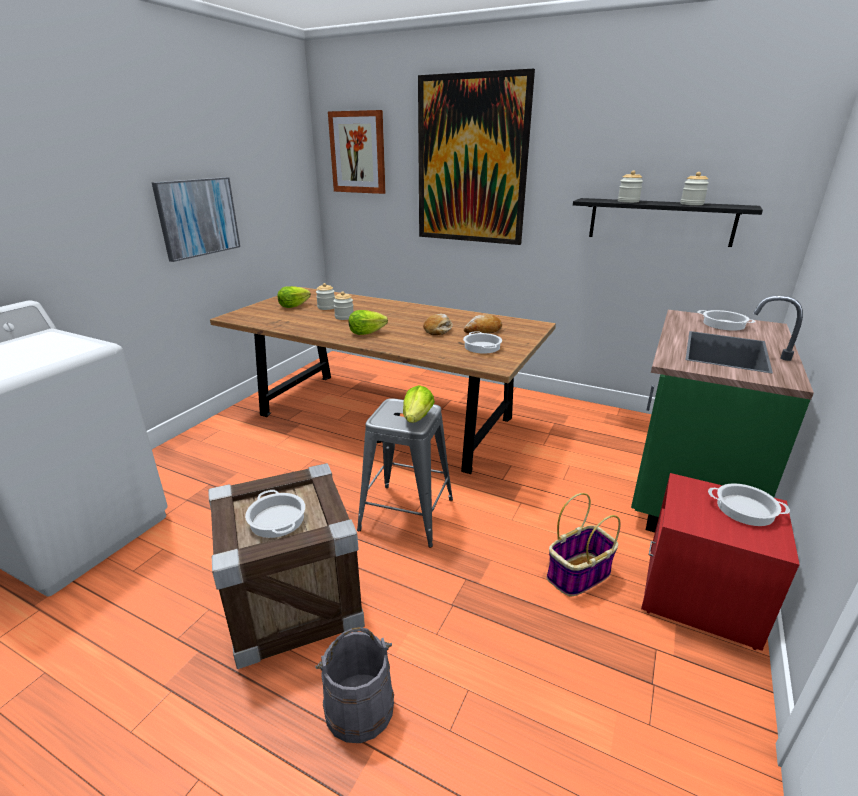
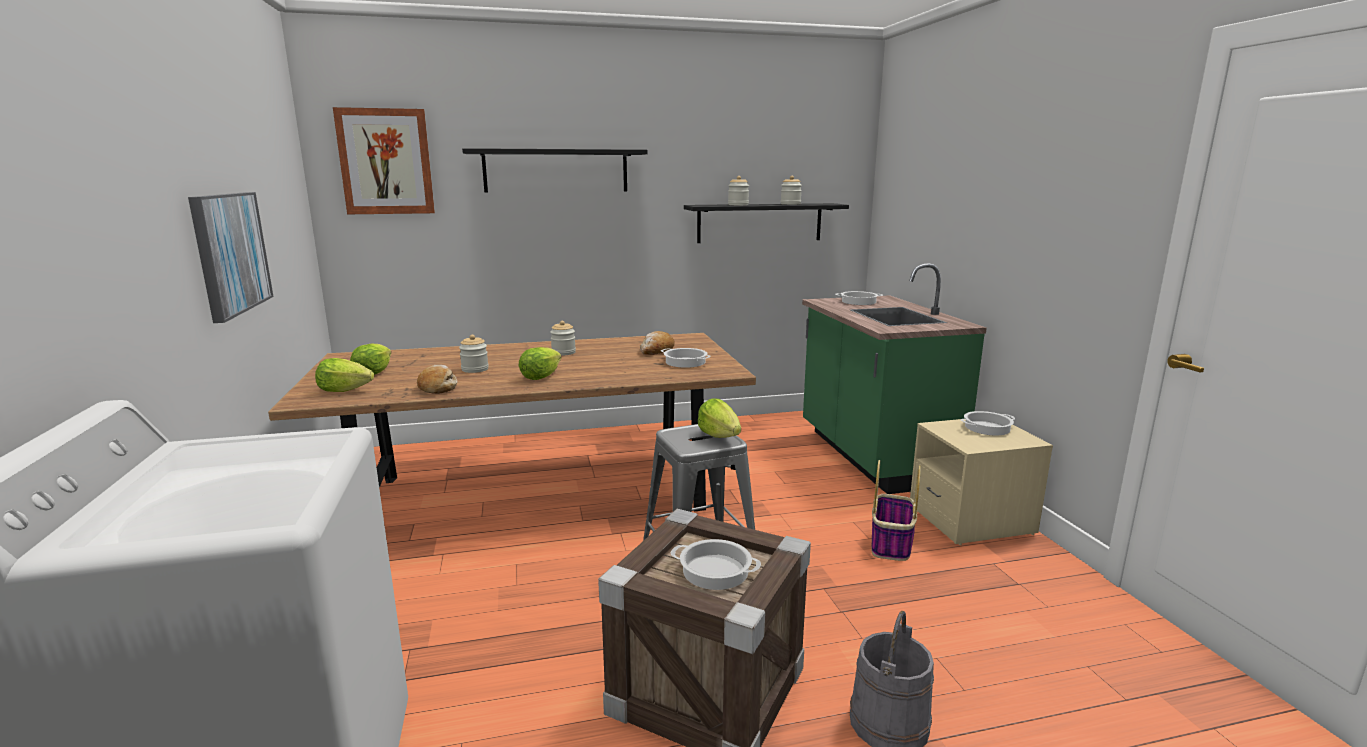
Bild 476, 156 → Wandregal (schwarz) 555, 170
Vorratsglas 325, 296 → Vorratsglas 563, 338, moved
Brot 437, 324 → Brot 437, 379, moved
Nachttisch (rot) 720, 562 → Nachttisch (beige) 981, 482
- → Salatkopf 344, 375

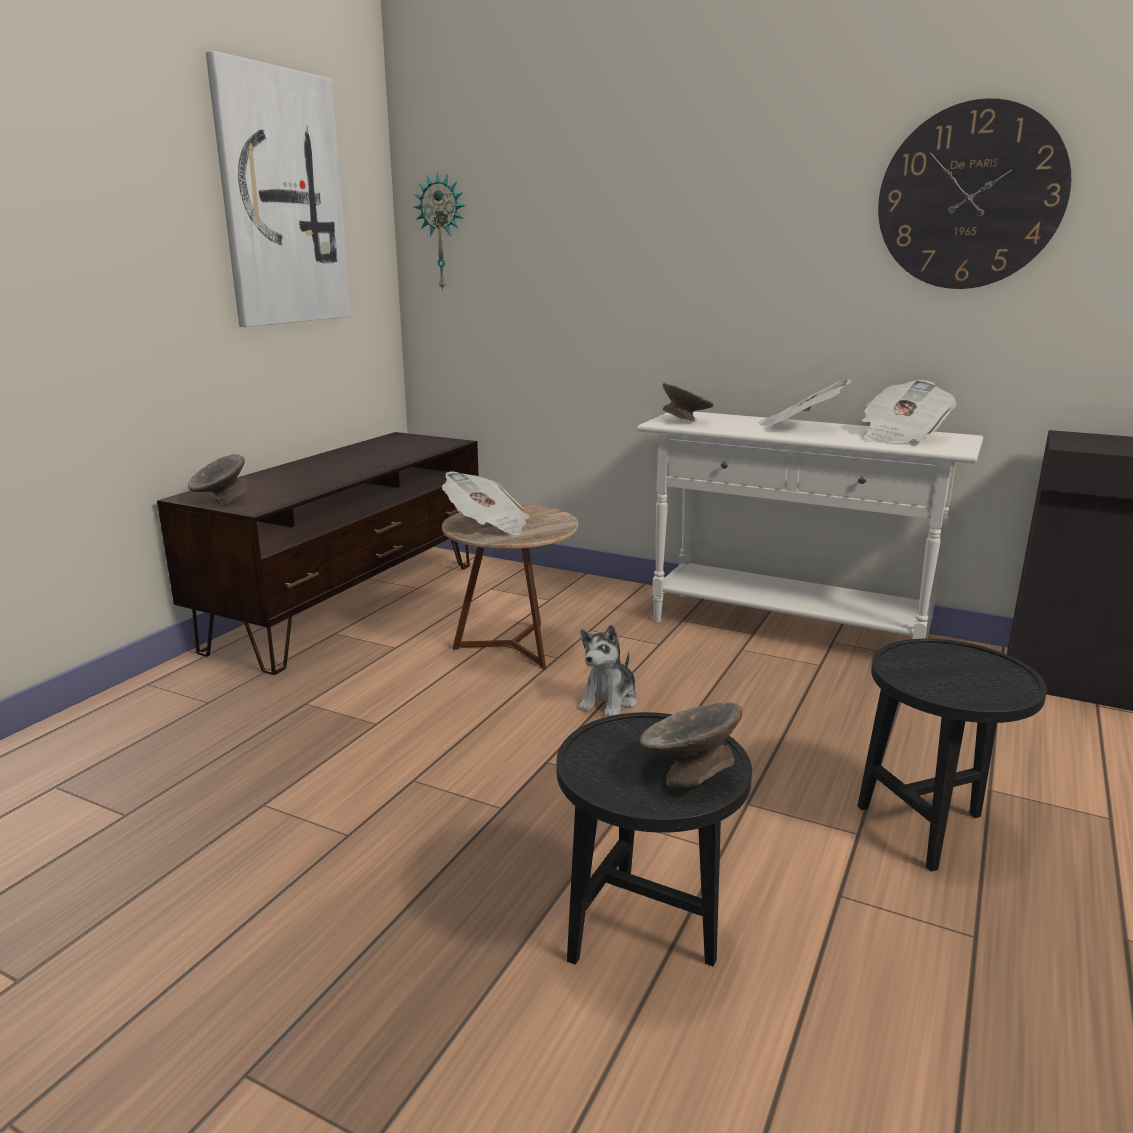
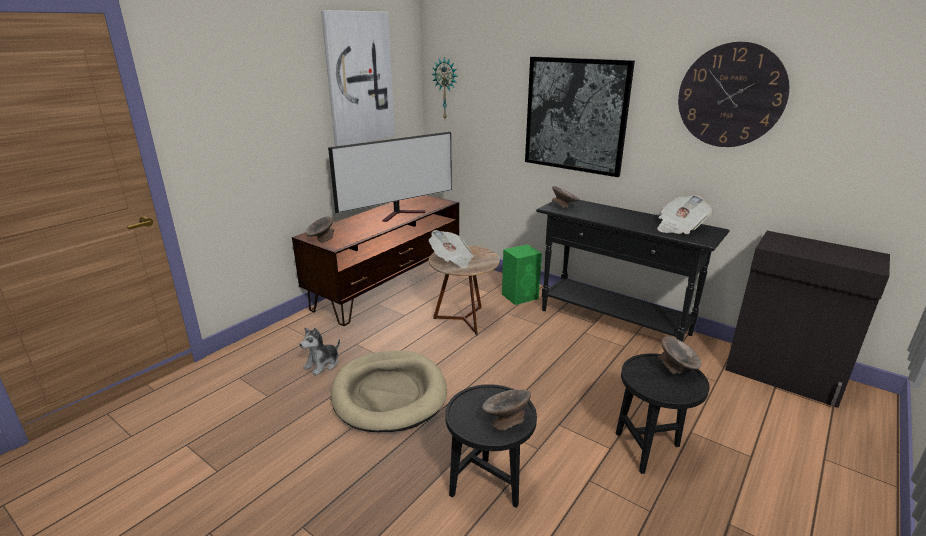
Zeitung 805, 403 → -
Konsolentisch (weiß) 810, 525 → Konsolentisch (schwarz) 632, 271
Plüschtier 608, 671 → Plüschtier 320, 351, moved
- → Bild 580, 117
- → Fernseher 390, 177
- → Lautsprecher (grün) 522, 274
- → Schüssel (grau) 679, 355
- → Hundebett (beige) 389, 391

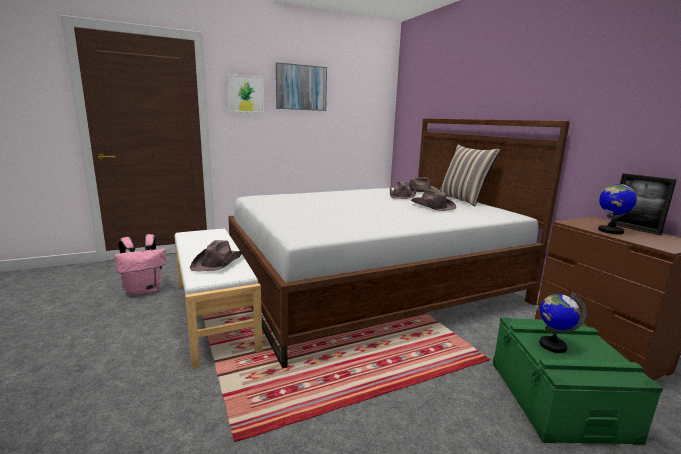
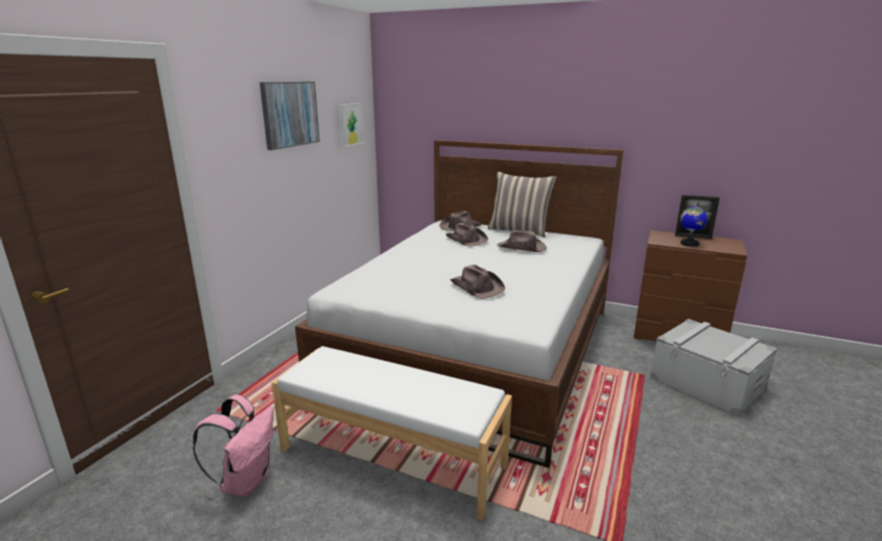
Bild 245, 93 → Bild 351, 125, moved
Hut (braun) 217, 255 → Hut (braun) 477, 282, moved
Globus 563, 323 → -
Aufbewahrungsbox (grün) 578, 381 → Aufbewahrungsbox (grau) 713, 368

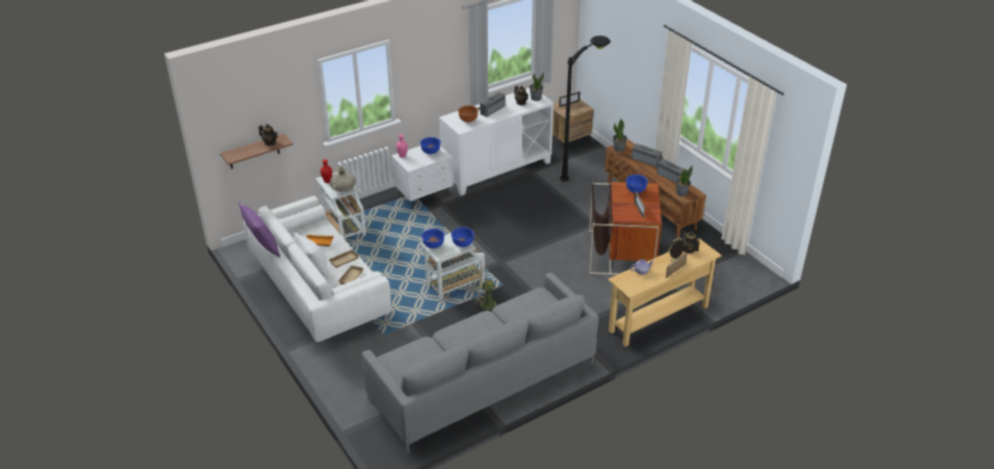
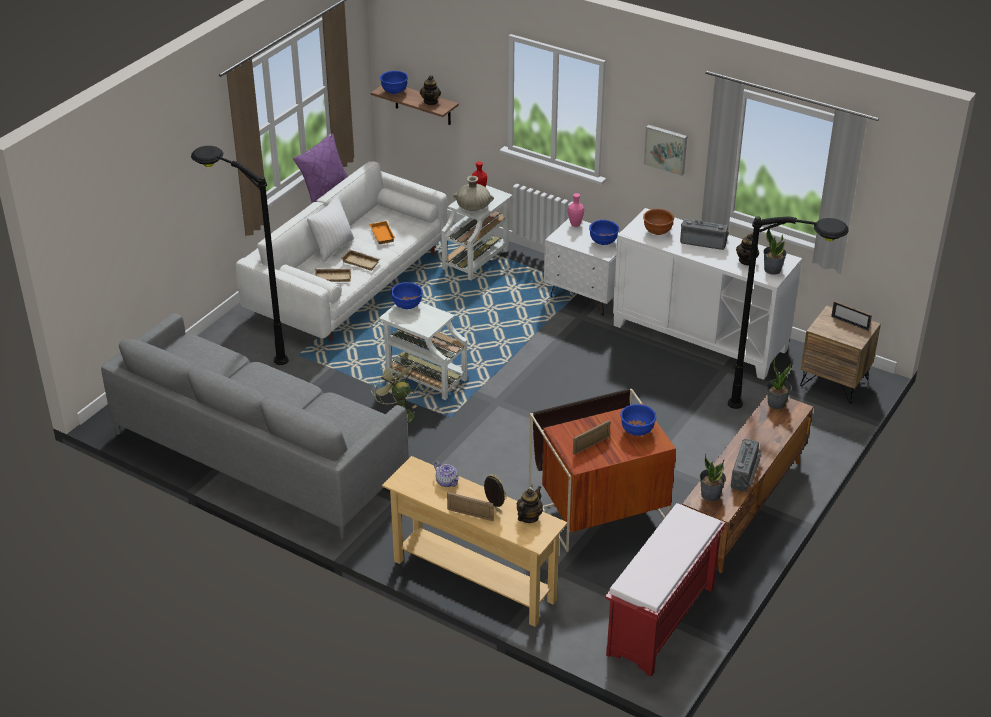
Radio 647, 155 → -
Schüssel (blau) 462, 237 → Schüssel (blau) 394, 82, moved
- → Bild 665, 150
- → Stehlampe (schwarz) 240, 255
- → Bank (rot) 665, 590

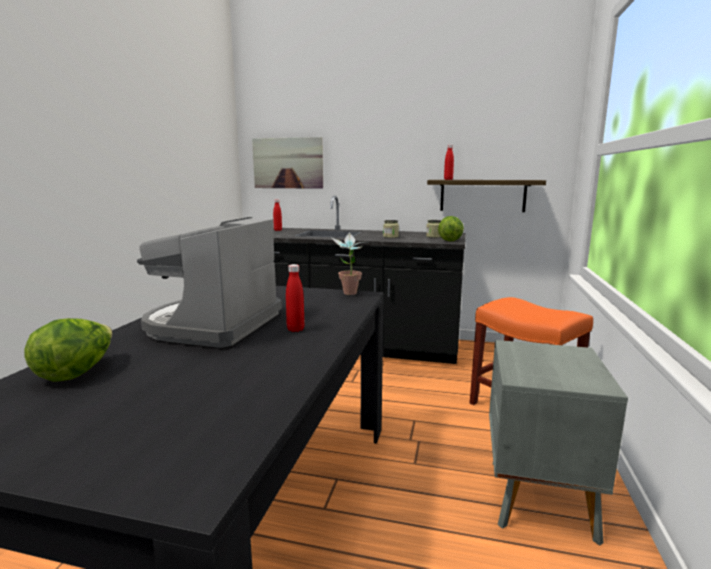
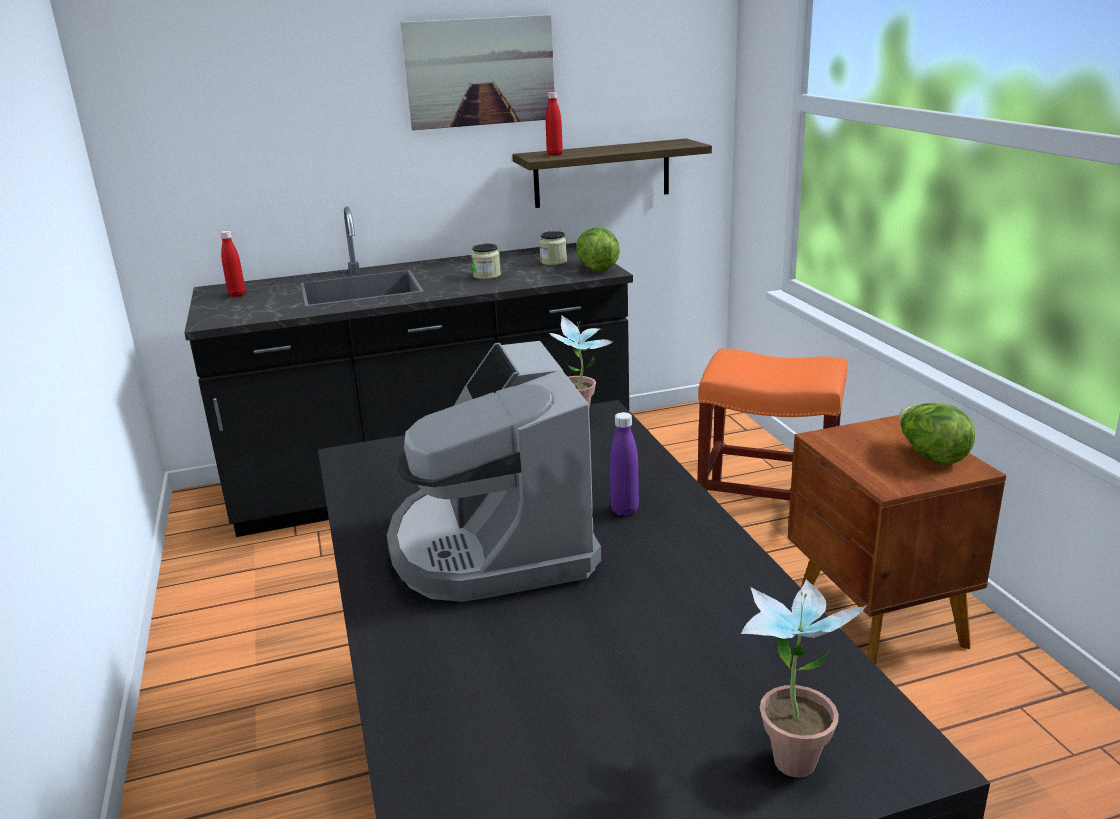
Bild 287, 163 → Bild 478, 72, moved
Flasche (rot) 295, 298 → Flasche (lila) 624, 464
Salatkopf 68, 350 → Salatkopf 937, 434, moved
Nachttisch (grau) 558, 443 → Nachttisch (braun) 897, 540
- → Topfpflanze 804, 678

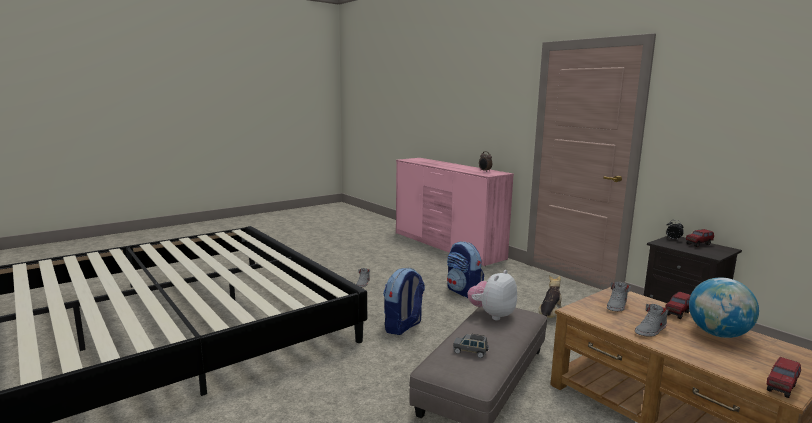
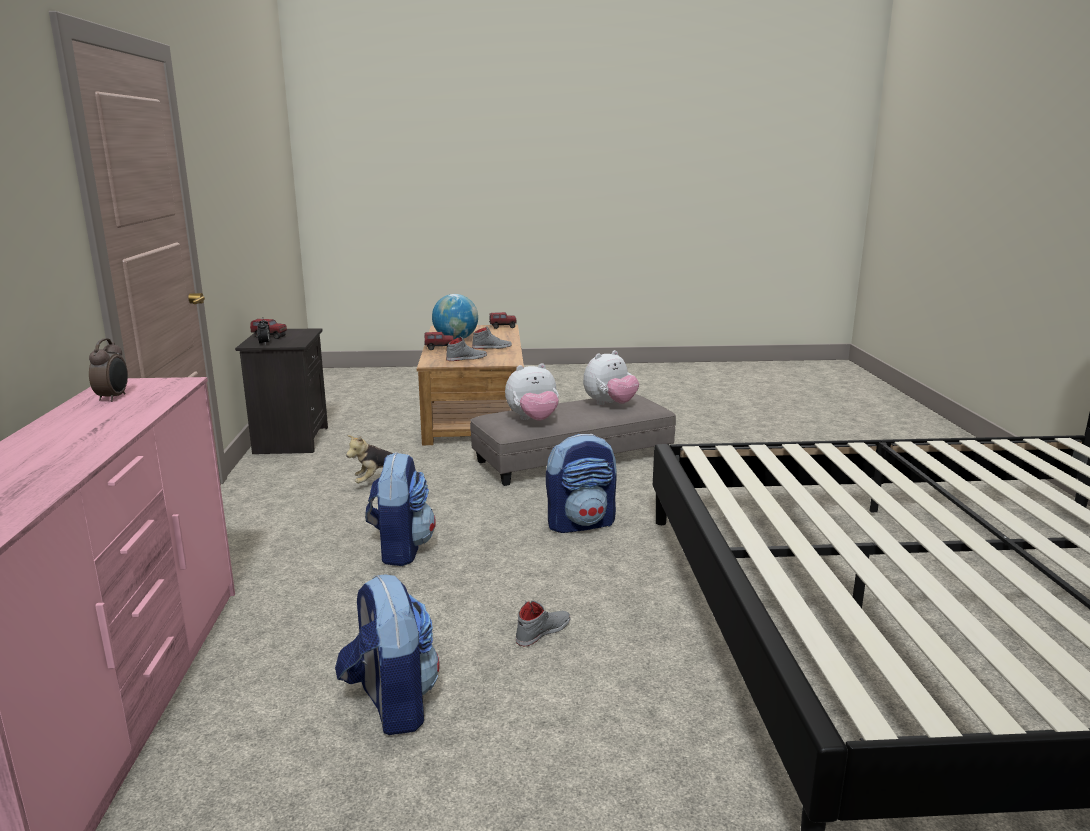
Spielzeugauto (grau) 471, 346 → Plüschtier 611, 377
- → Rucksack 387, 654

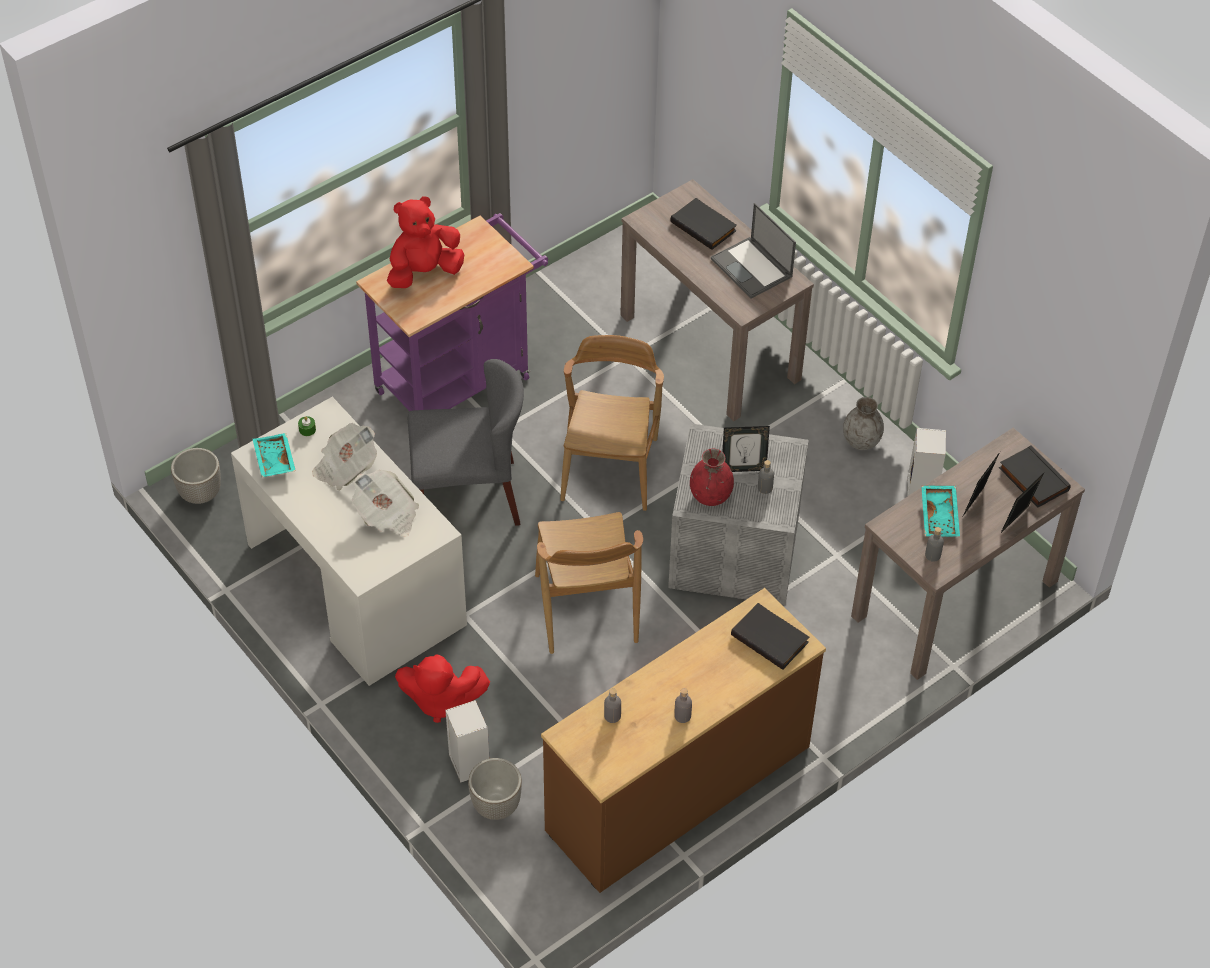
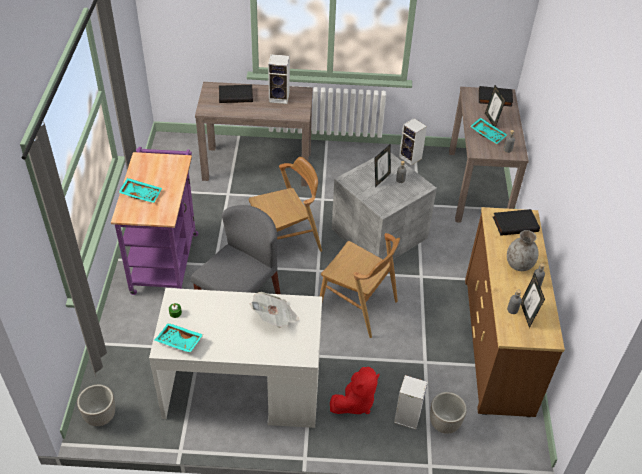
Plüschtier (rot) 426, 242 → Tablett (türkis) 140, 190
Laptop 753, 251 → Lautsprecher 279, 79
Stuhl (braun) 612, 423 → Stuhl (braun) 285, 204, 105 degrees clockwise
Vase (grau) 863, 423 → Vase (grau) 523, 250, moved
Zeitung 344, 457 → -
Vase (rot) 712, 477 → -
Bilderrahmen 1022, 503 → Bilderrahmen 533, 301, moved

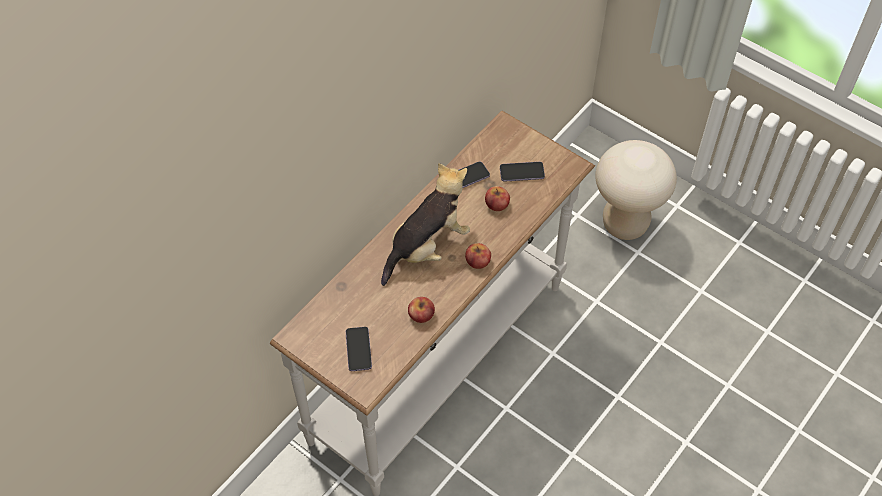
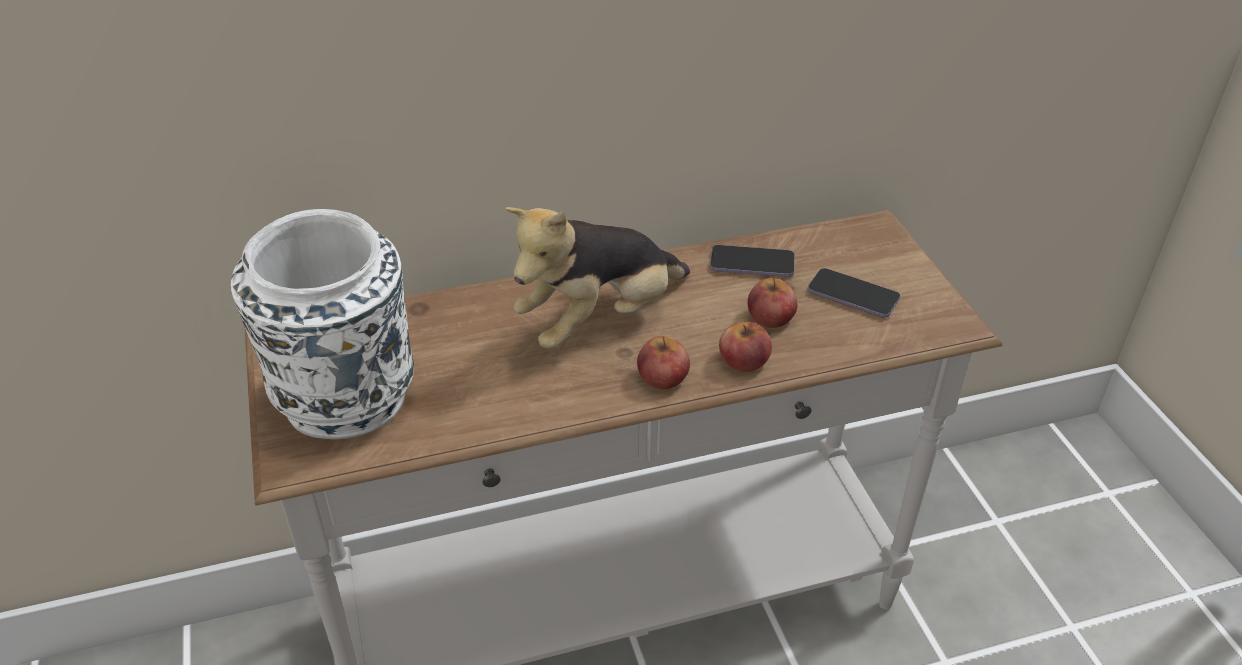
Hocker (beige) 636, 190 → -
Plüschtier 425, 224 → Plüschtier 597, 278, 150 degrees clockwise
Apfel 421, 310 → Apfel 745, 347, moved
Handy 359, 349 → Vase (weiß) 322, 324

